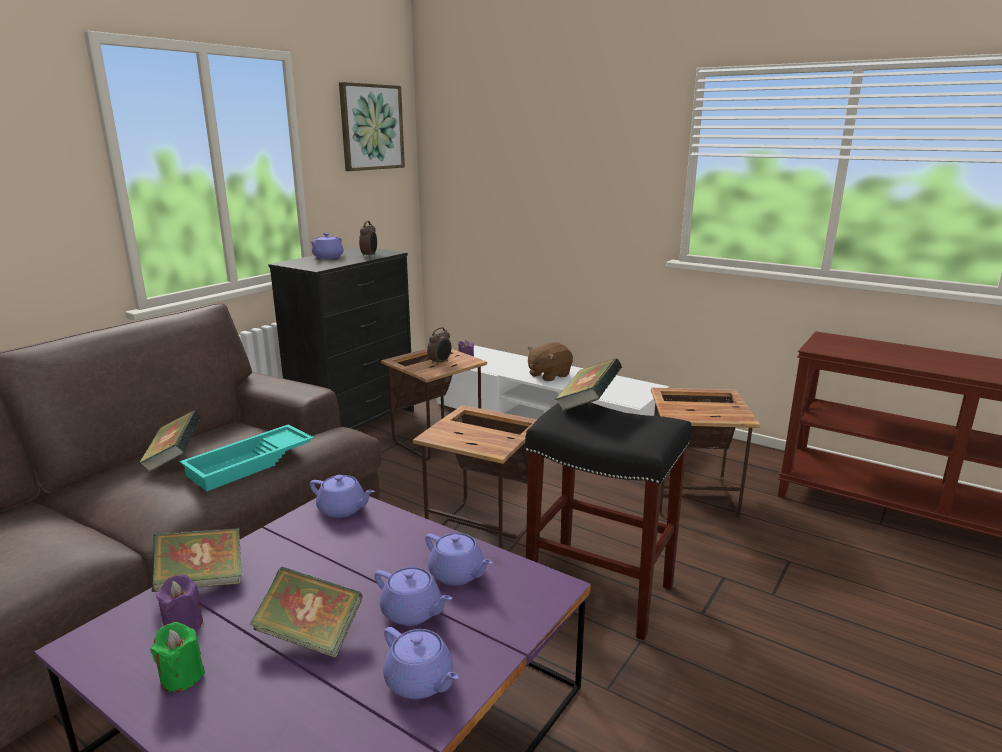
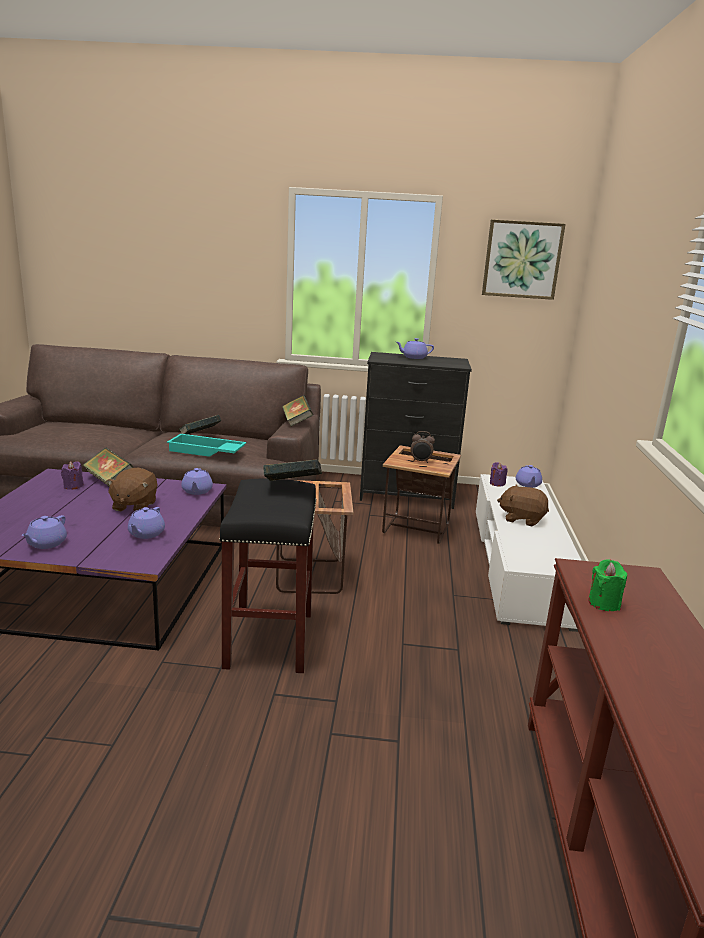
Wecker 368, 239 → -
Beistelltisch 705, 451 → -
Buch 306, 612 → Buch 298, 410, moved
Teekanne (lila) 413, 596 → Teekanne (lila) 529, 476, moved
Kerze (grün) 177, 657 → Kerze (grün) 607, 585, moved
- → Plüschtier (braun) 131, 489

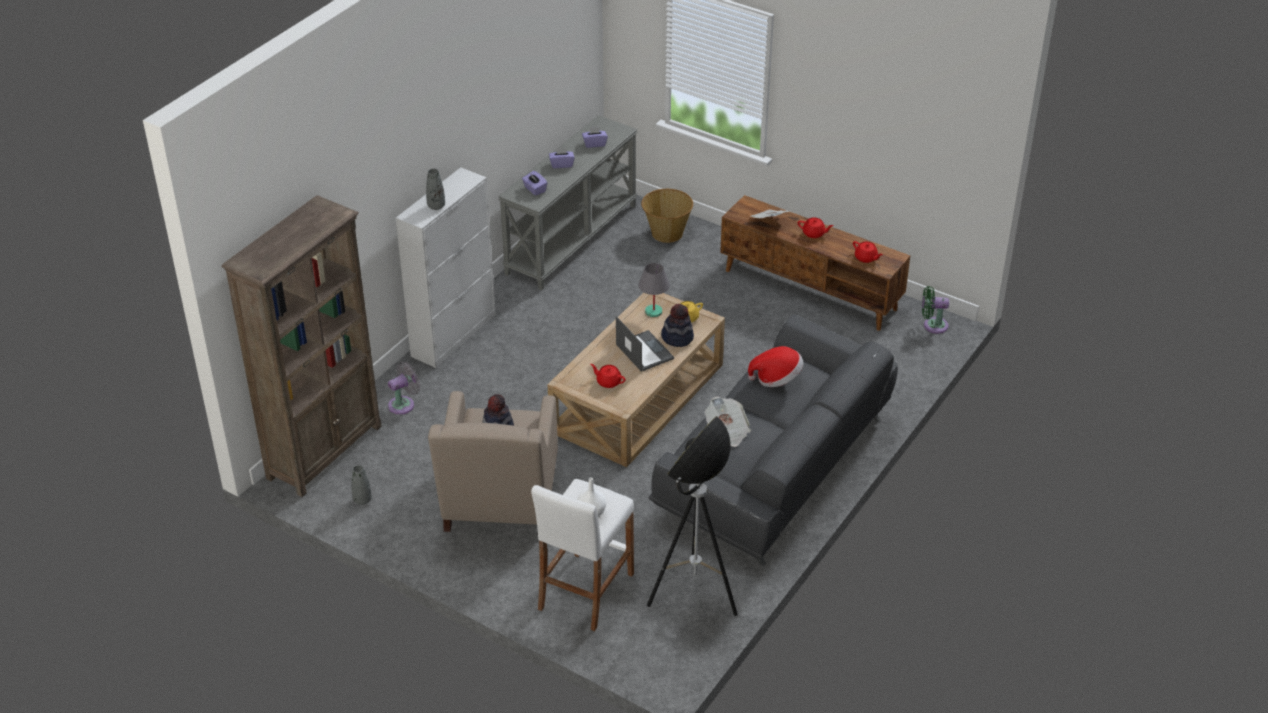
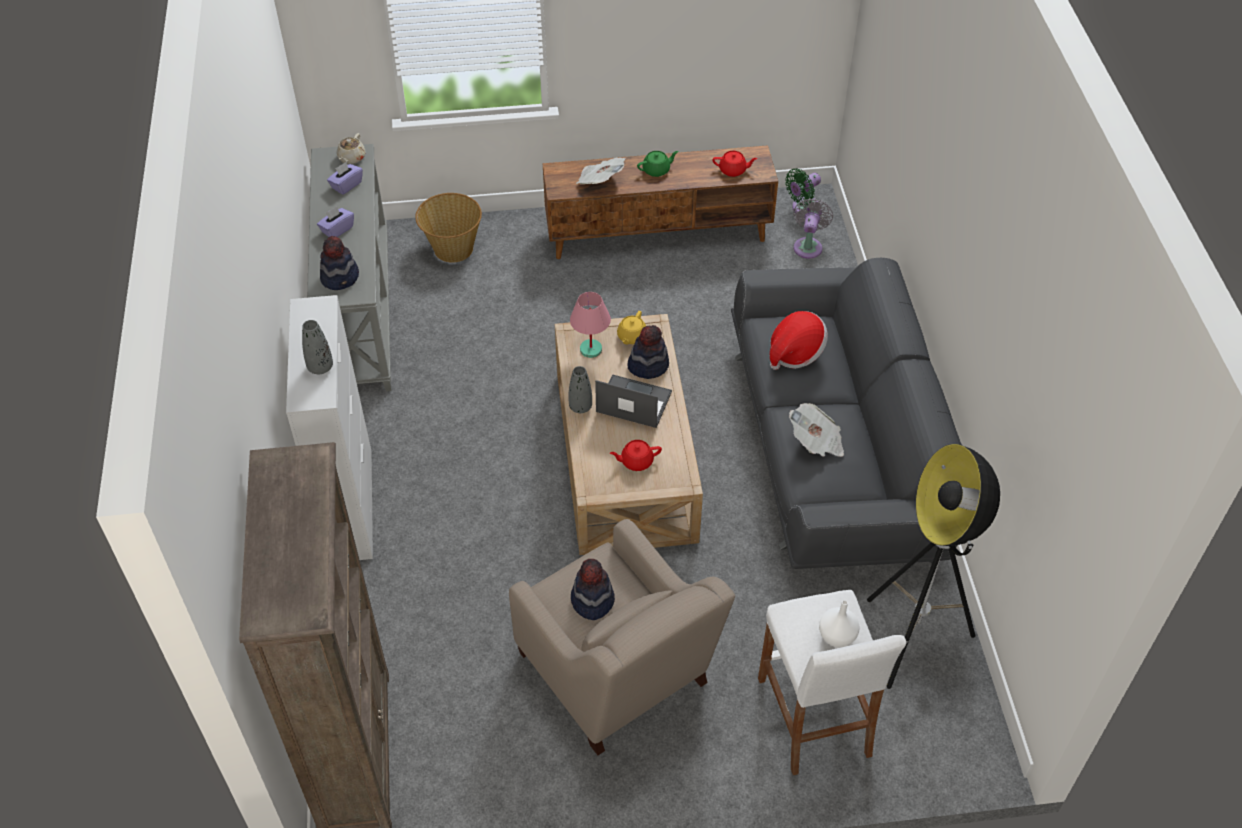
Taschentuchbox (lila) 534, 183 → Hut 339, 263
Teekanne (rot) 816, 227 → Teekanne (grün) 657, 164
Tischlampe (grau) 654, 290 → Tischlampe (rosa) 590, 325
Ventilator (grau) 404, 388 → Ventilator (grau) 813, 228, moved
Vase (grau) 361, 485 → Vase (grau) 580, 389, moved
- → Teekanne (beige) 351, 148

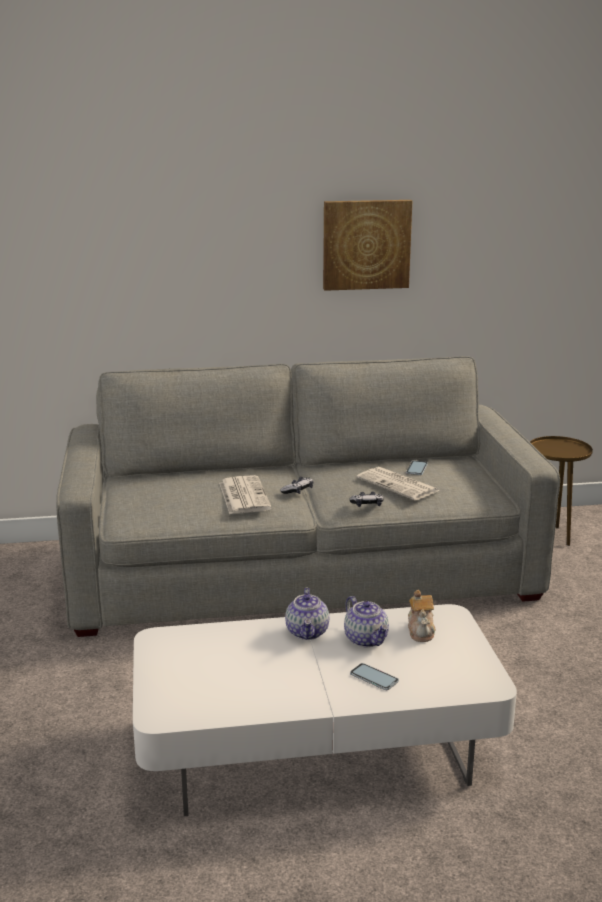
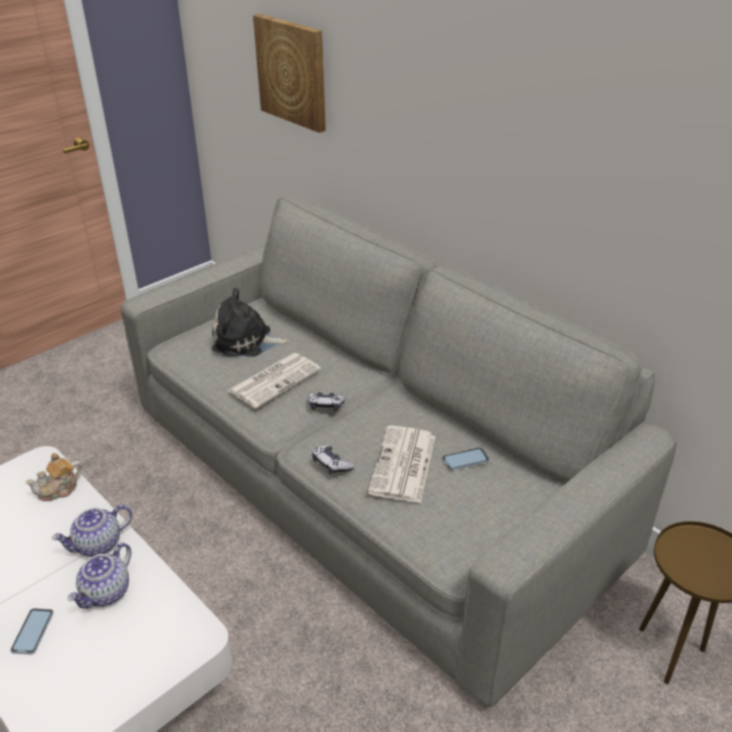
Bild 367, 245 → Bild 289, 73, moved
Teekanne 422, 616 → Teekanne 54, 477, moved
- → Plüschtier 251, 322

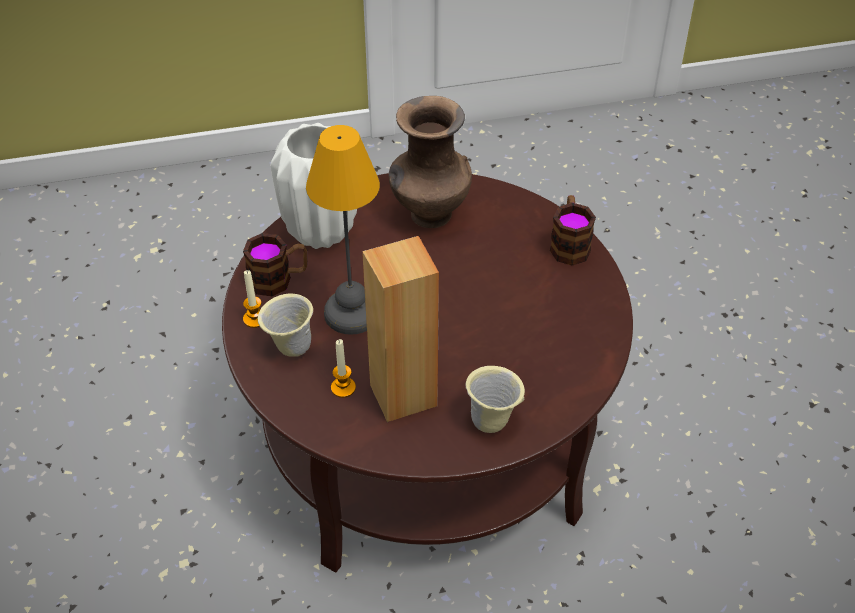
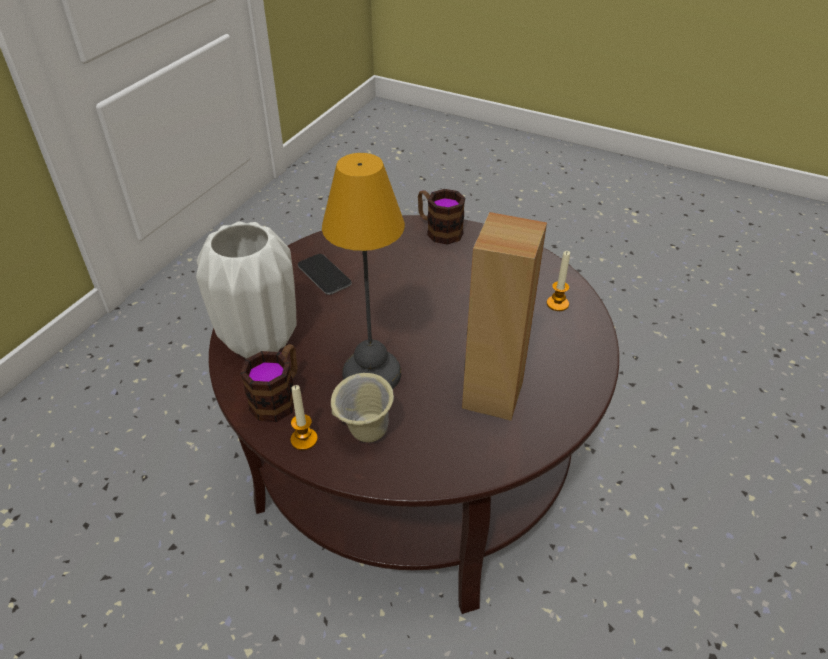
Vase (braun) 430, 162 → Handy 325, 274
Kerze 343, 368 → Kerze 558, 281, moved
Henkelbecher (beige) 495, 399 → -

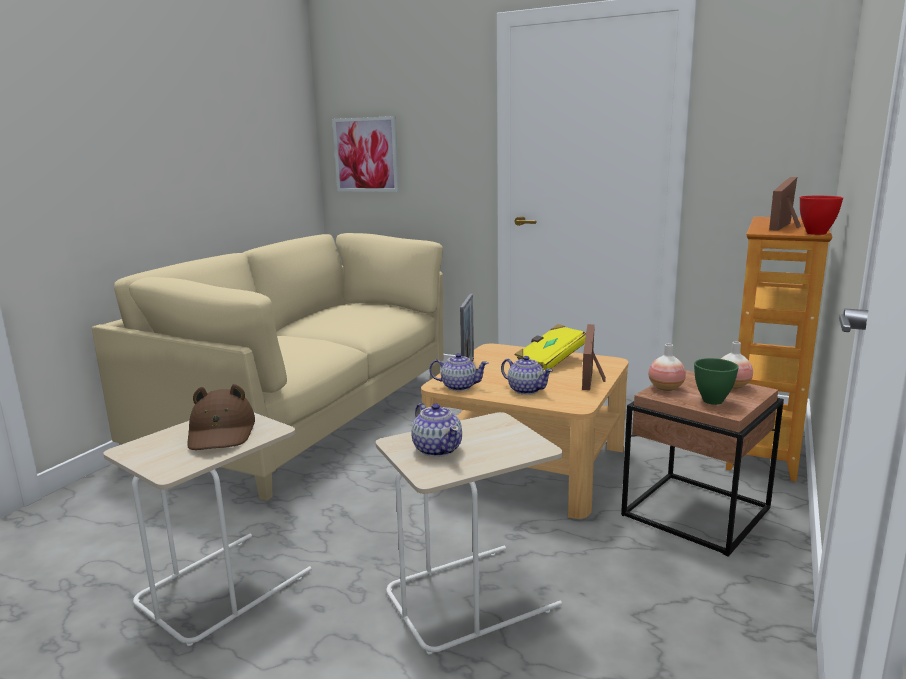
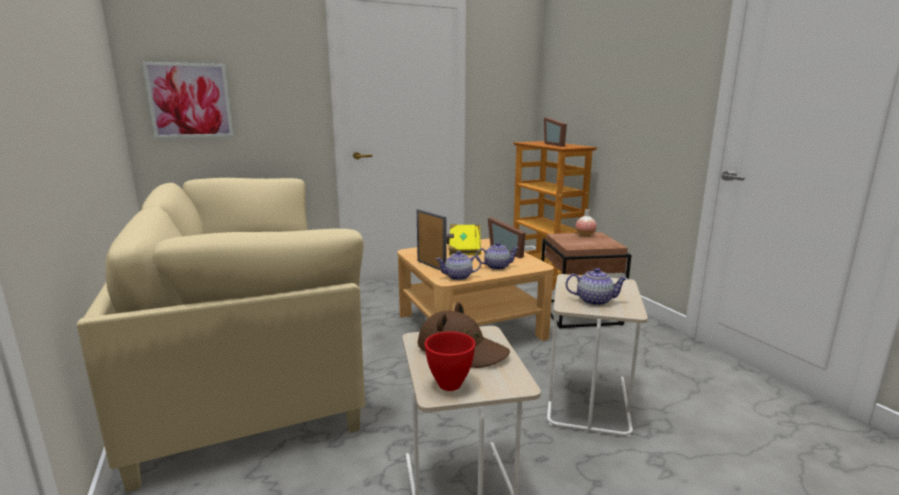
Schüssel (rot) 821, 215 → Schüssel (rot) 450, 361, moved
Vase 667, 367 → -
Teekanne 458, 372 → Teekanne 458, 265, 150 degrees counterclockwise
Schüssel (grün) 716, 381 → -

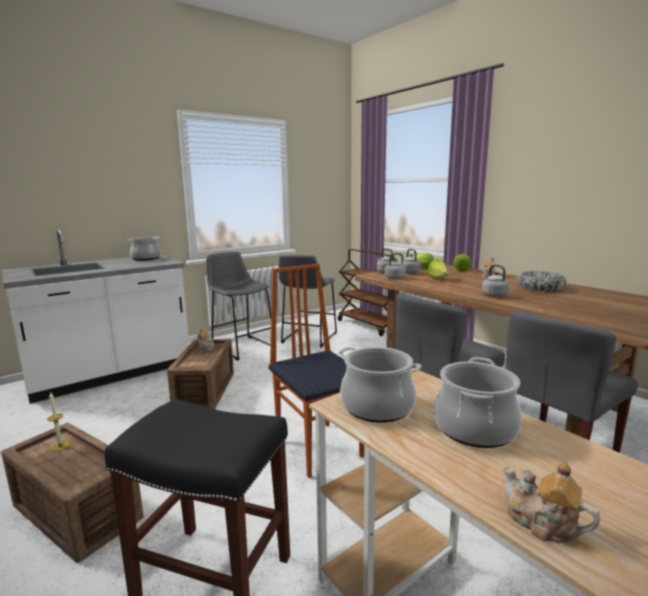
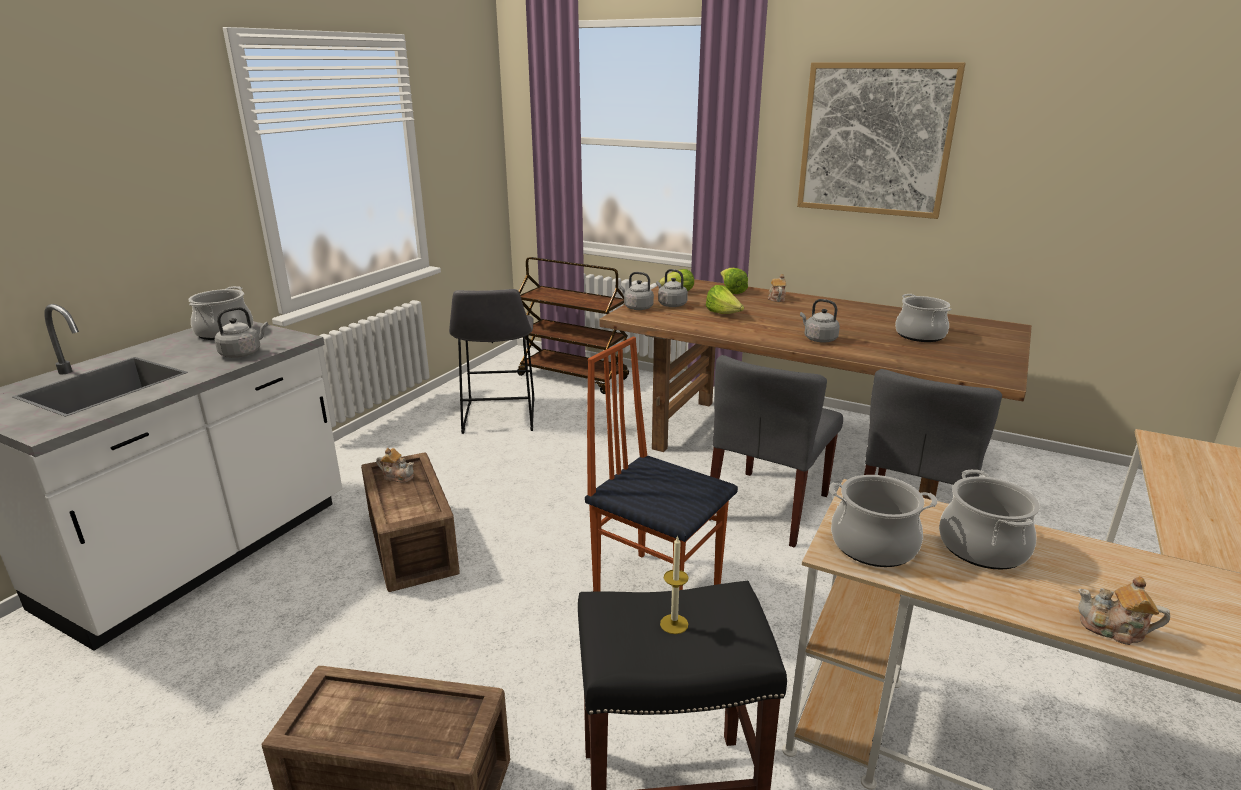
Hocker (grau) 241, 305 → -
Wasserkessel (grau) 398, 266 → Wasserkessel (grau) 241, 332, moved
Schüssel 541, 281 → -
Kerze 58, 422 → Kerze 674, 584, moved
- → Bild 881, 140
- → Kochtopf 923, 318

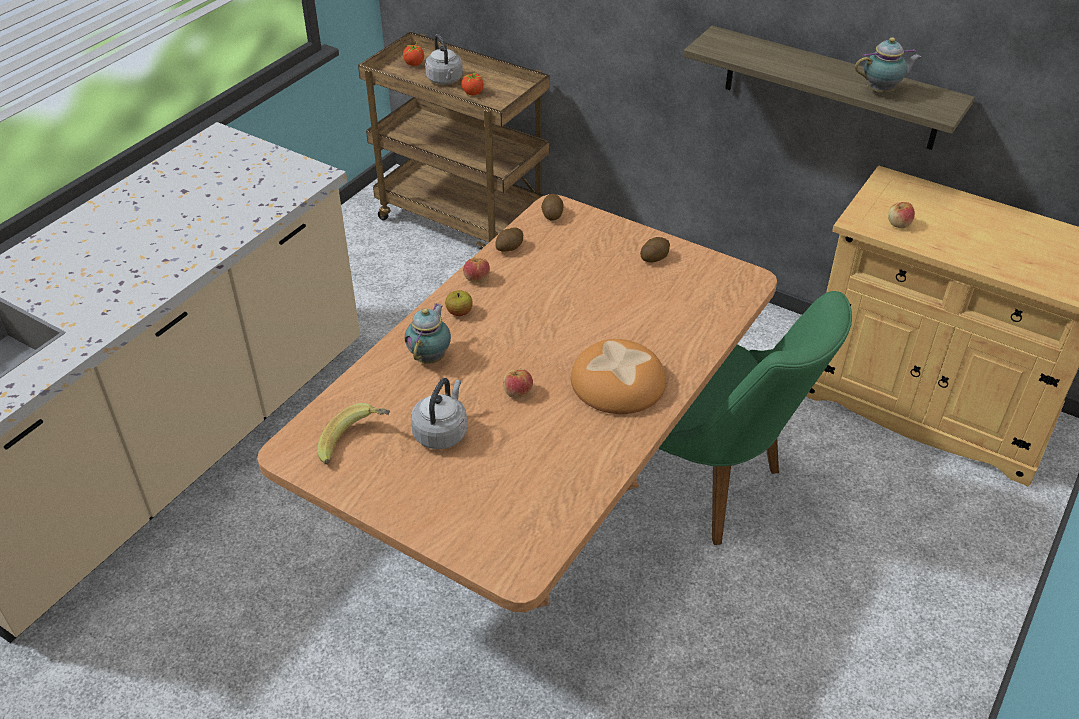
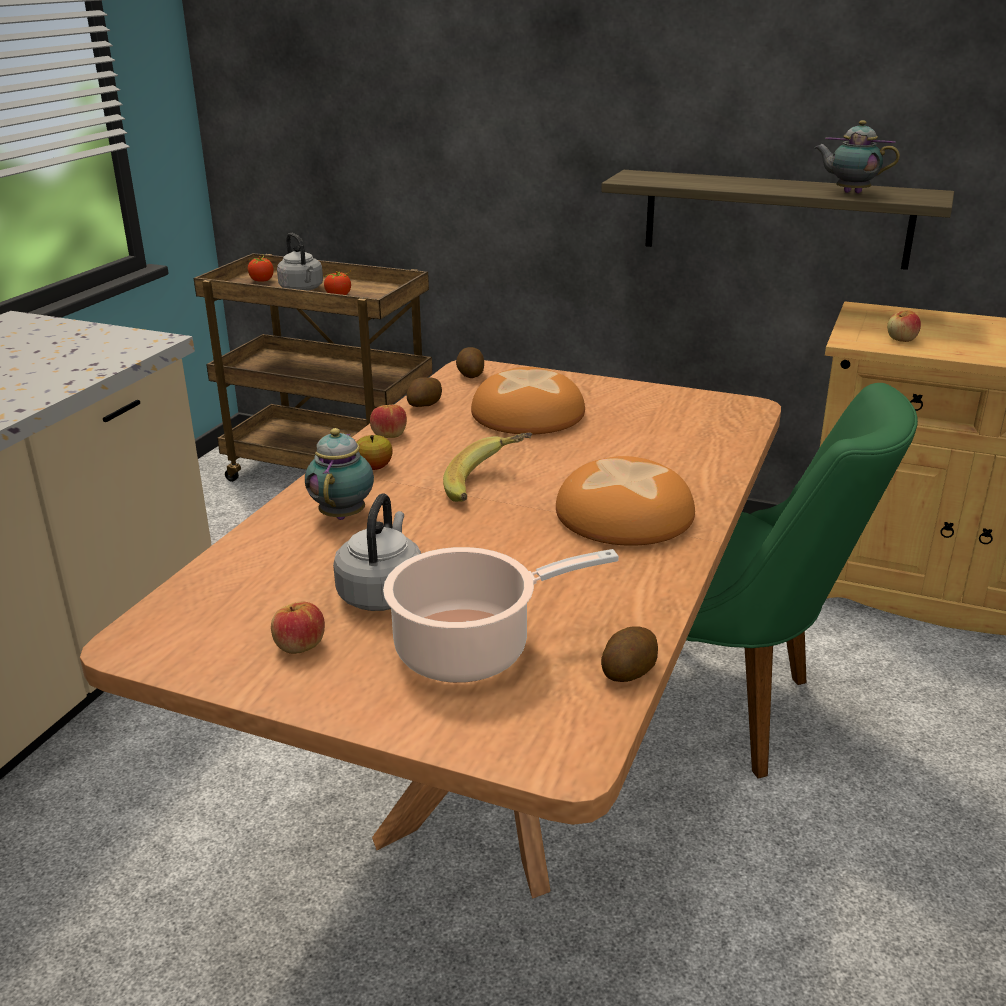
Teekanne 888, 65 → Teekanne 857, 157, 135 degrees counterclockwise
Kartoffel 655, 249 → Kartoffel 629, 654, moved
Apfel 518, 383 → Apfel 298, 628, moved
Banane 353, 433 → Banane 487, 467, moved
- → Brot 528, 401
- → Kochtopf 501, 615

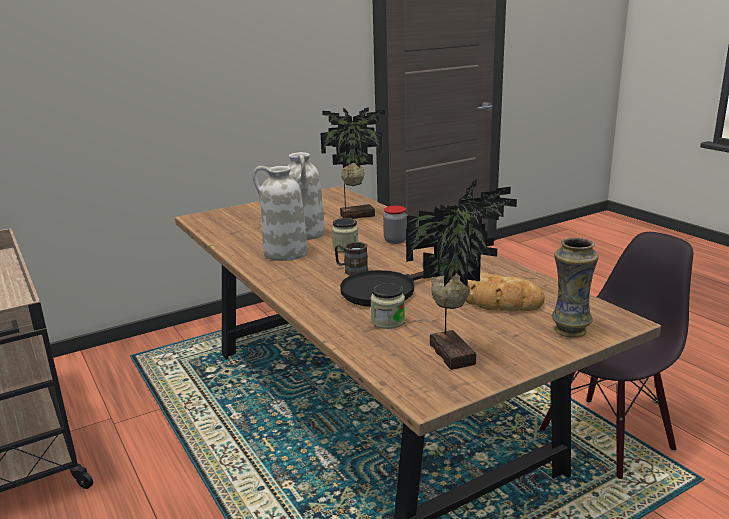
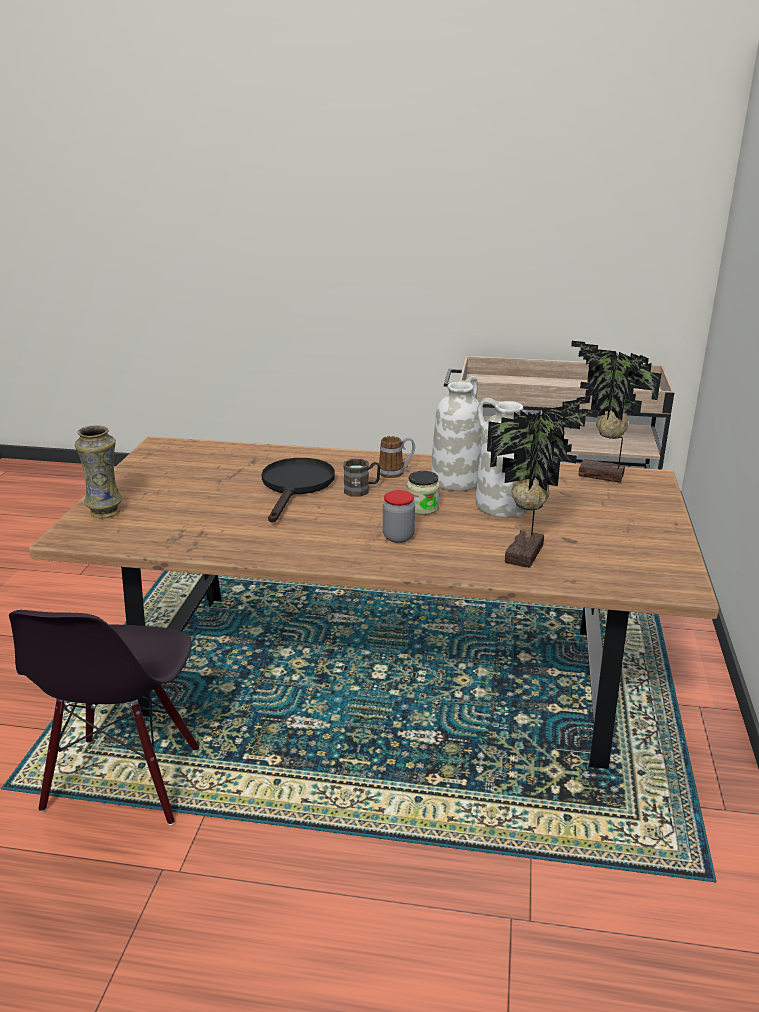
Topfpflanze 461, 274 → Topfpflanze 616, 412, moved
Brot 505, 291 → -
Vorratsglas 387, 306 → -
- → Henkelbecher 397, 457

